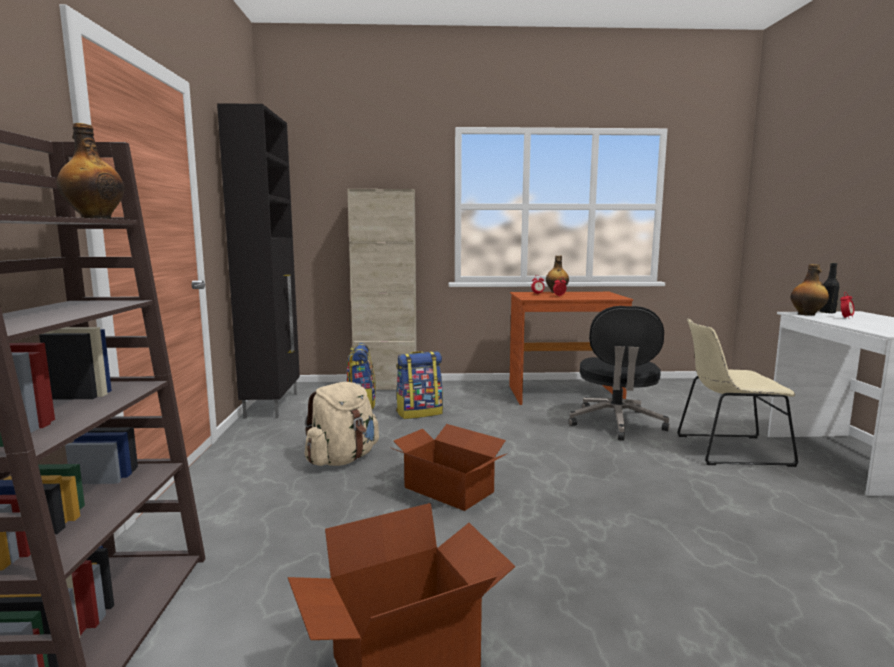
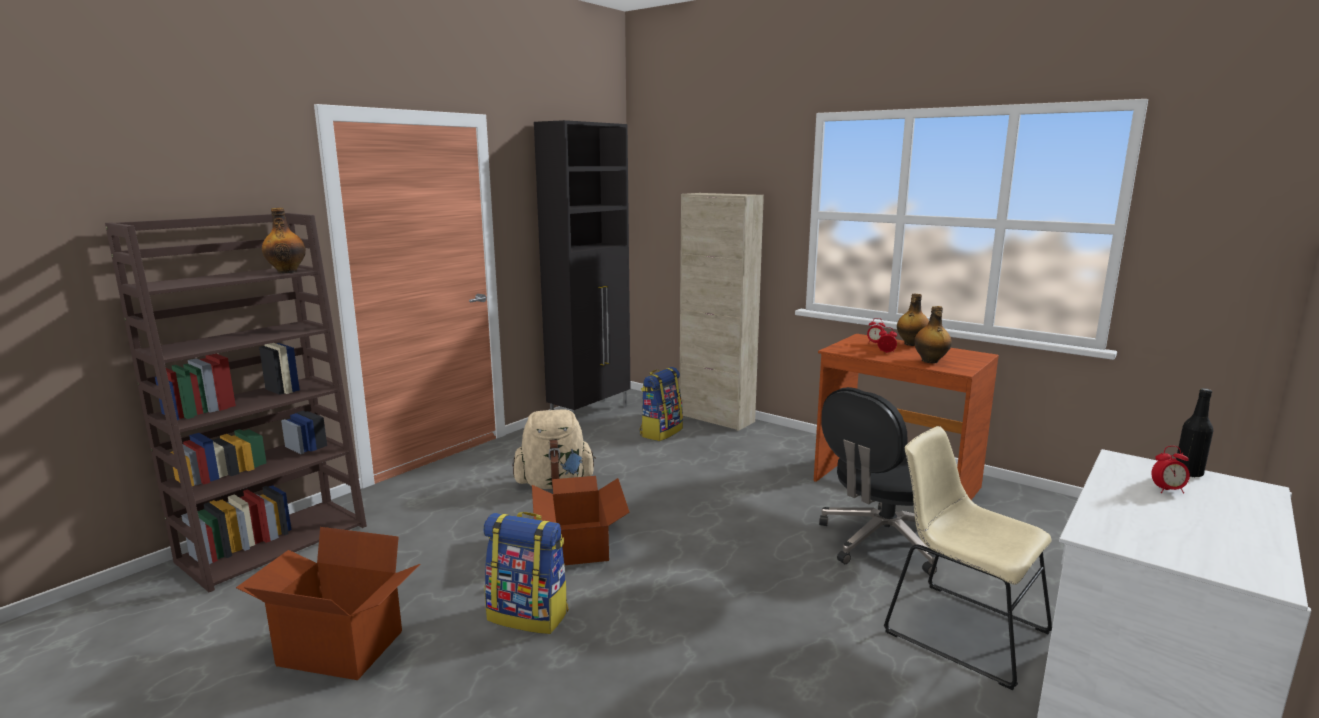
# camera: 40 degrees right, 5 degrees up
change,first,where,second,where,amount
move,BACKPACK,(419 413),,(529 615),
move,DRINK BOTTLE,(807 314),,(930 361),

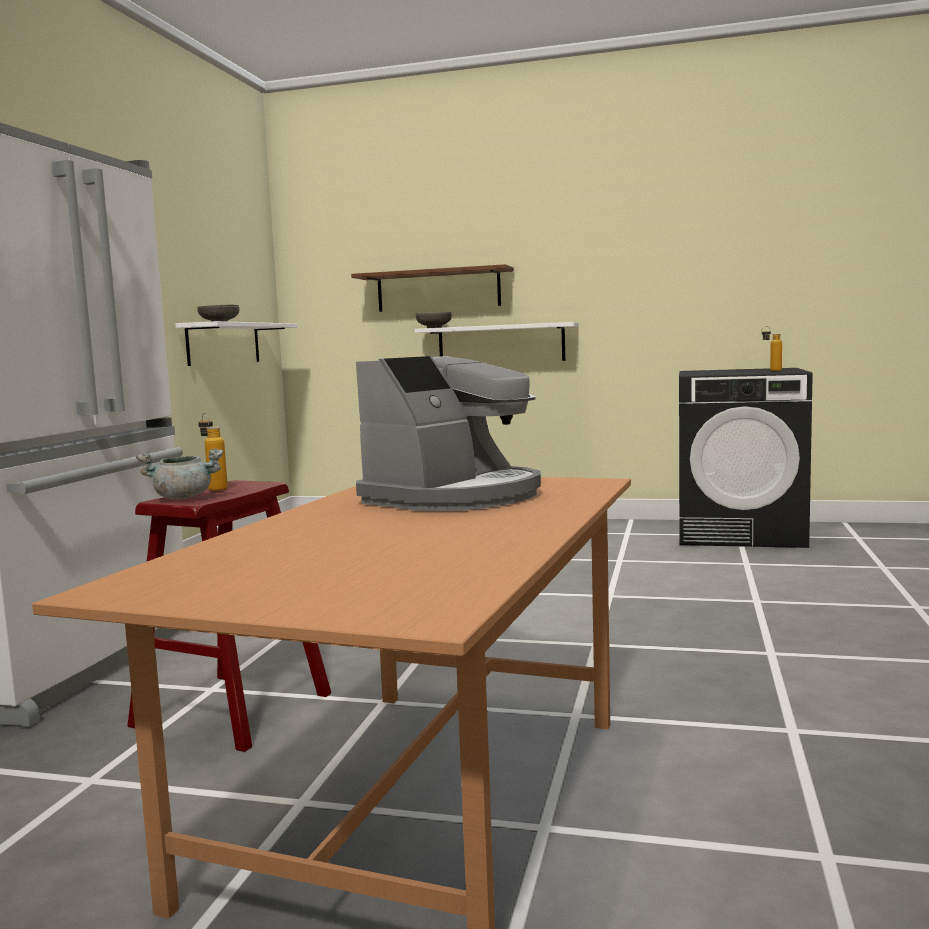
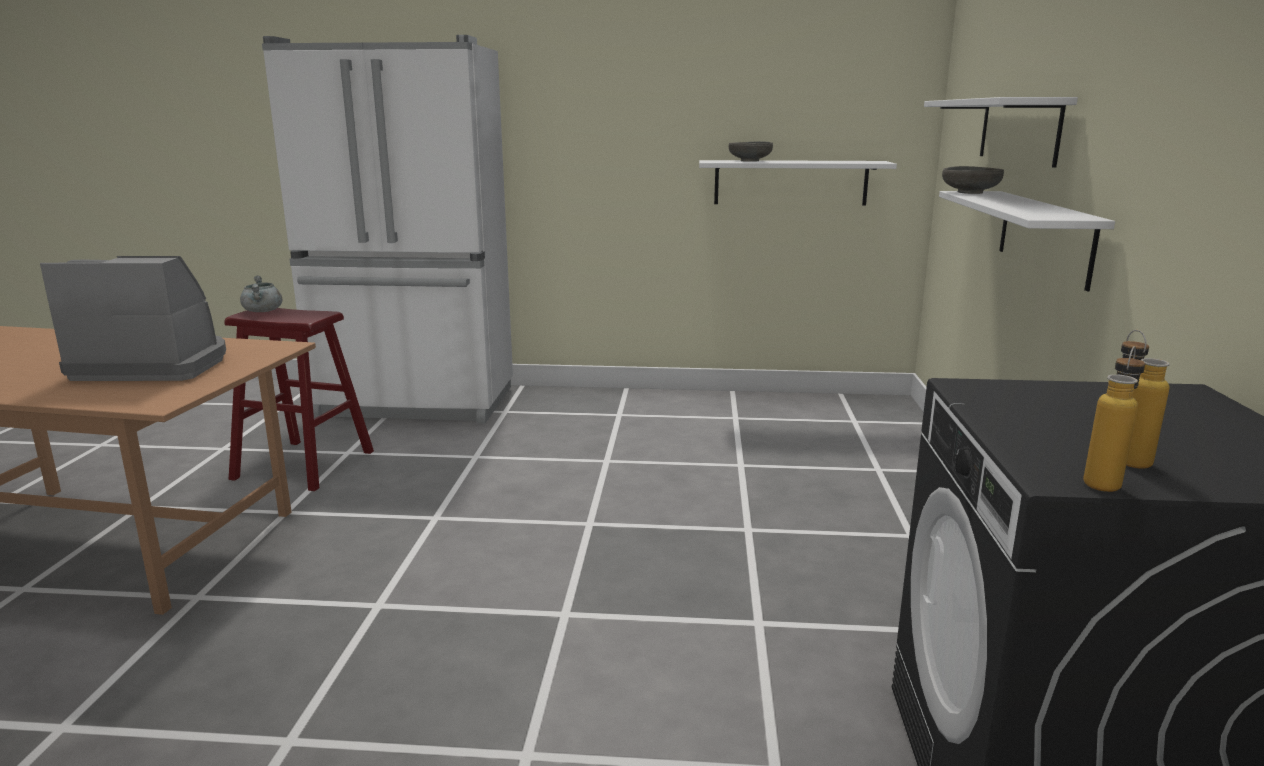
# camera: 80 degrees right, 10 degrees up
change,first,where,second,where,amount
rotate,COFFEE MAKER,(455 496),,(153 365),150 degrees clockwise
recolor,BROWN BRACKET SHELF,(438 290),WHITE BRACKET SHELF,(1018 130),
move,DRINK BOTTLE,(214 488),,(1104 481),

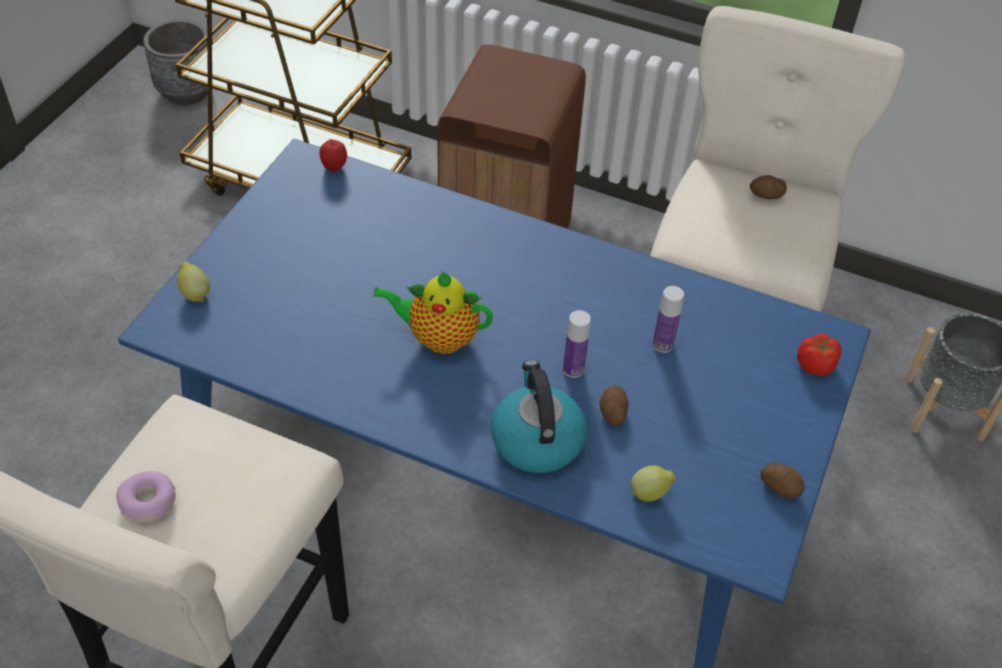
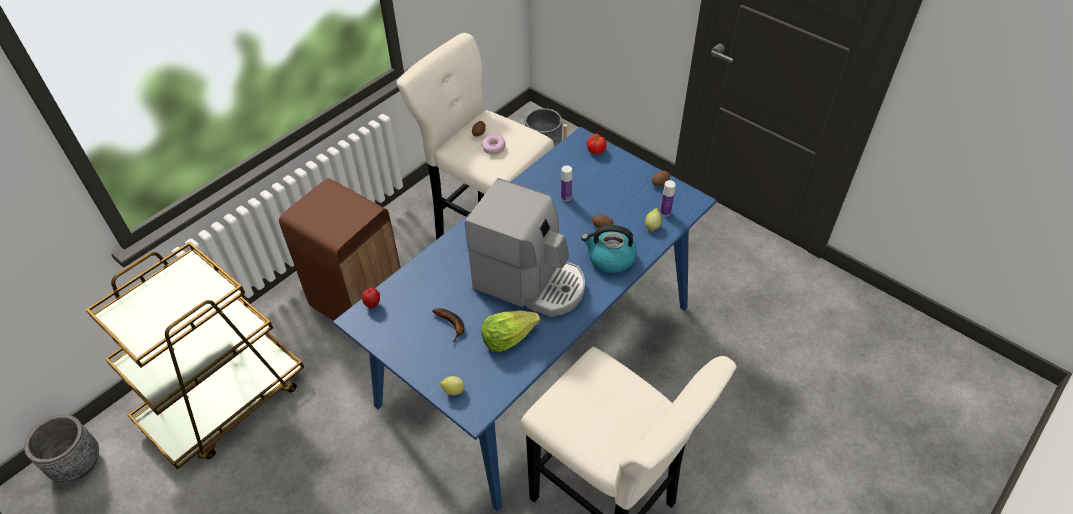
# camera: 70 degrees left, 0 degrees up
change,first,where,second,where,amount
insert,,,BANANA FRUIT,(452 325),
replace,TEAPOT,(438 337),COFFEE MAKER,(530 282),
move,DONUT,(148 502),,(494 148),
insert,,,LETTUCE,(508 337),
move,DRINK BOTTLE,(573 369),,(665 212),

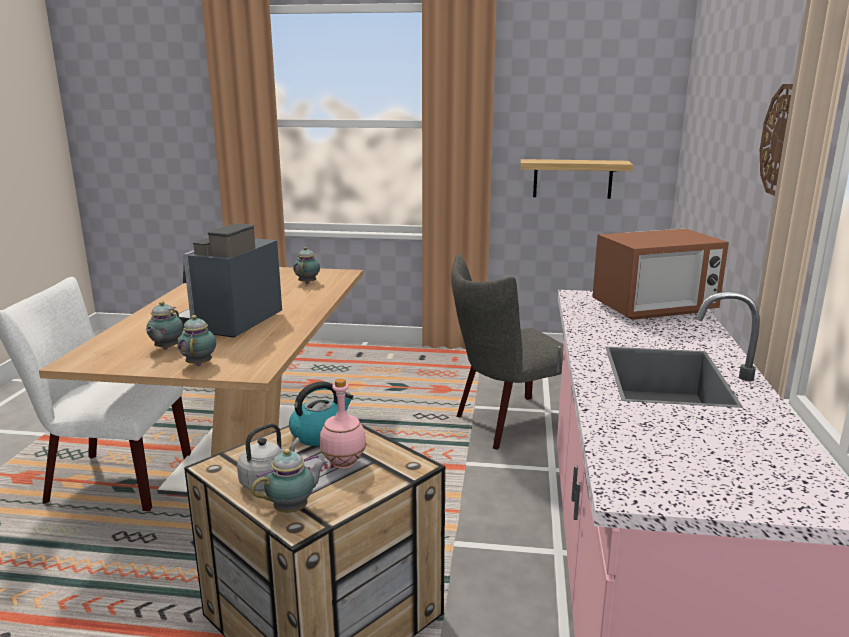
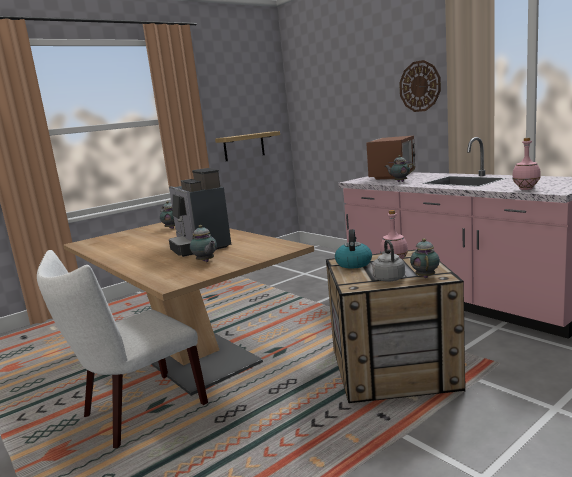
# camera: 45 degrees left, 5 degrees down
change,first,where,second,where,amount
move,TEAPOT,(200 363),,(399 182),
insert,,,PINKISH DRINK BOTTLE,(525 189),
delete,GREYISH CHAIR,(507 424),,,

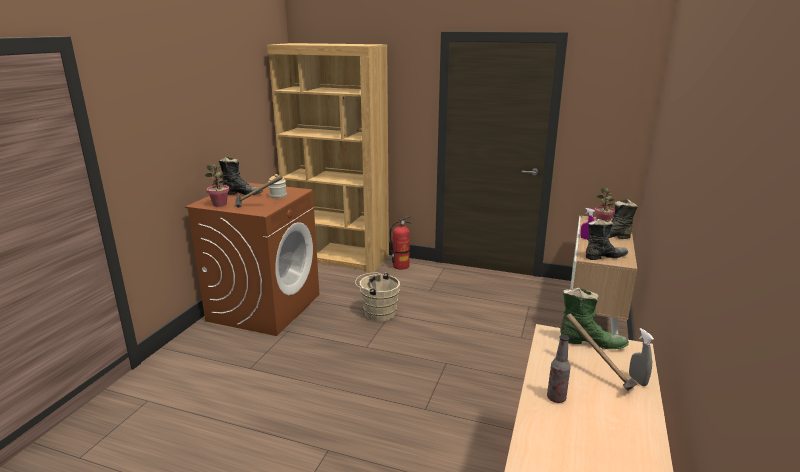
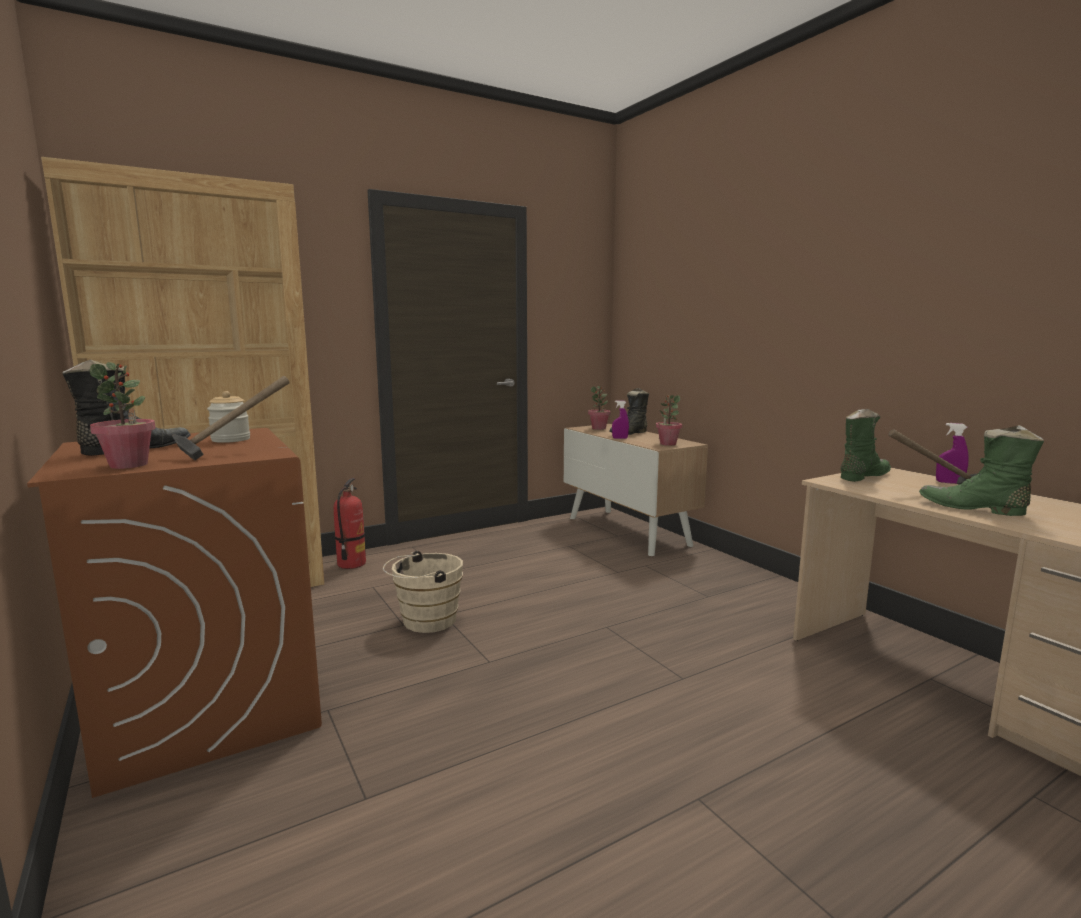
# camera: 50 degrees left, 10 degrees down
change,first,where,second,where,amount
replace,BLACKISH BOOT,(604 257),PLANT IN A POT,(668 444),
replace,DRINK BOTTLE,(556 398),GREEN BOOT,(973 509),
recolor,GREYISH HAND SPRAYER,(637 380),PURPLISH HAND SPRAYER,(949 482),

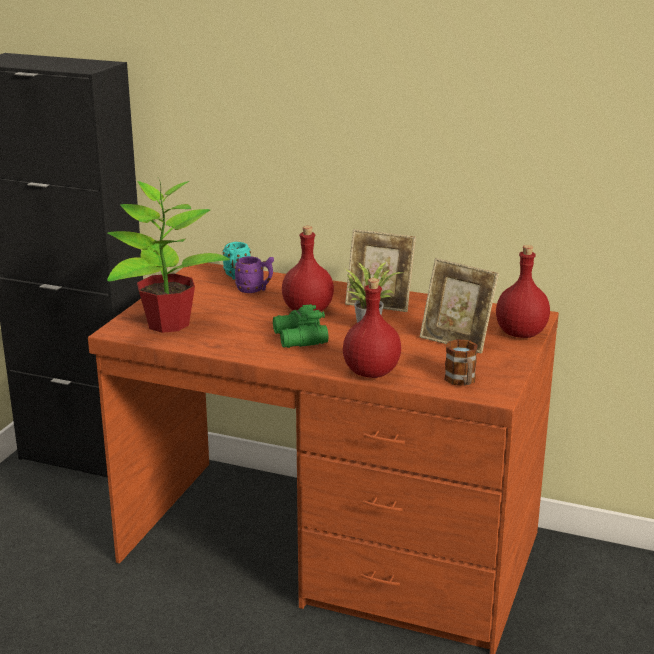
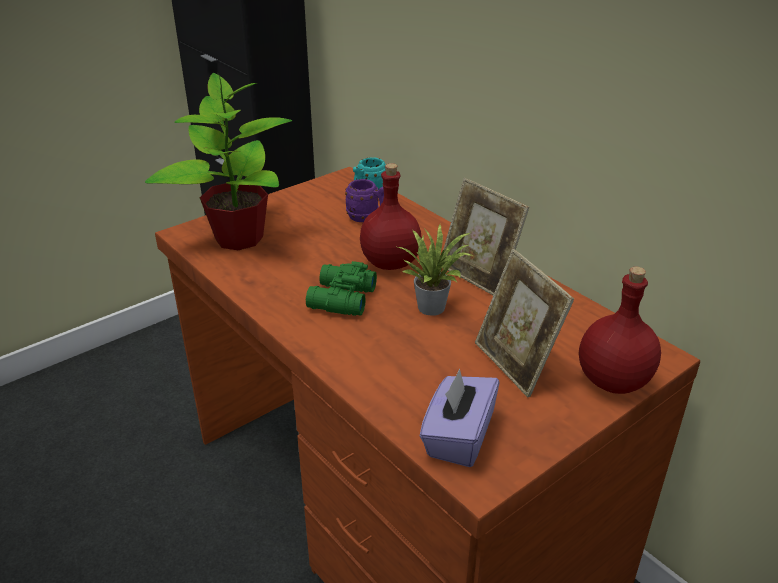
# camera: 30 degrees right, 10 degrees up
change,first,where,second,where,amount
replace,COFFEE MUG,(462 381),PURPLISH BOX OF TISSUES,(458 437),
delete,RED DRINK BOTTLE,(372 372),,,

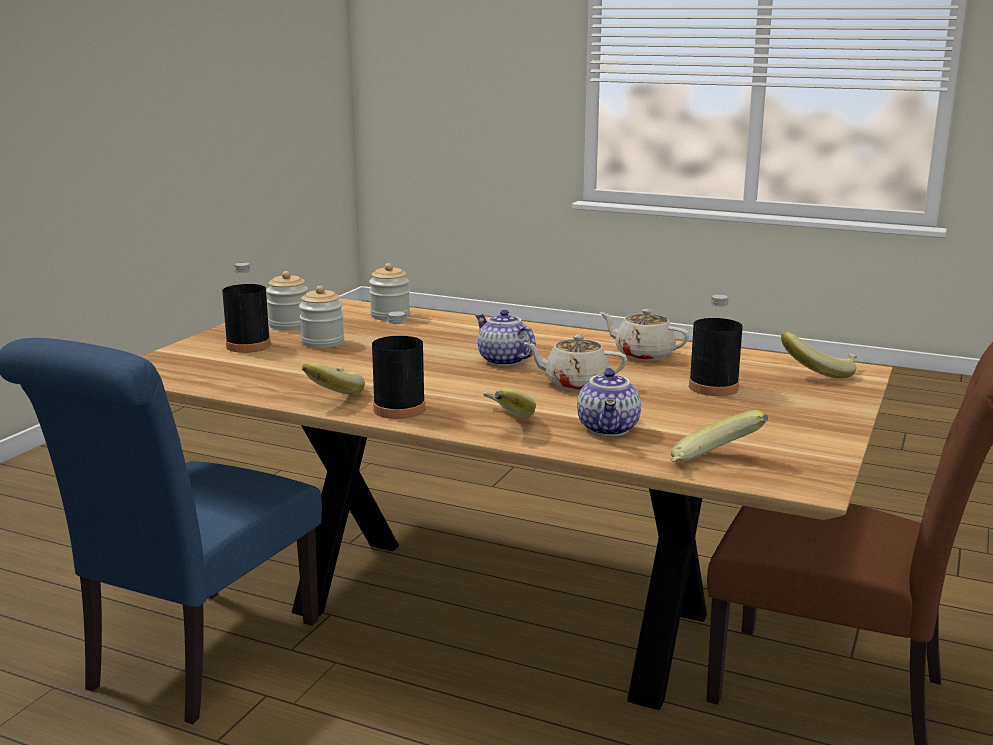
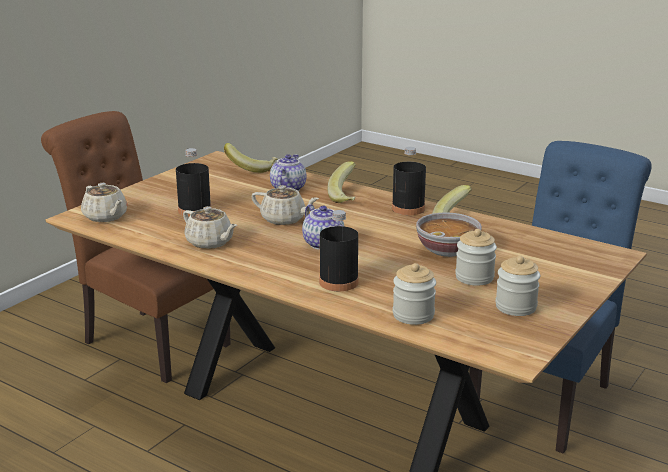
# camera: 170 degrees left, 5 degrees up
change,first,where,second,where,amount
replace,BANANA FRUIT,(819 372),BEIGE-COLOURED TEAPOT,(106 217),
move,BLACKISH DRINK BOTTLE,(248 346),,(338 282),
insert,,,SERVING BOWL,(447 250),

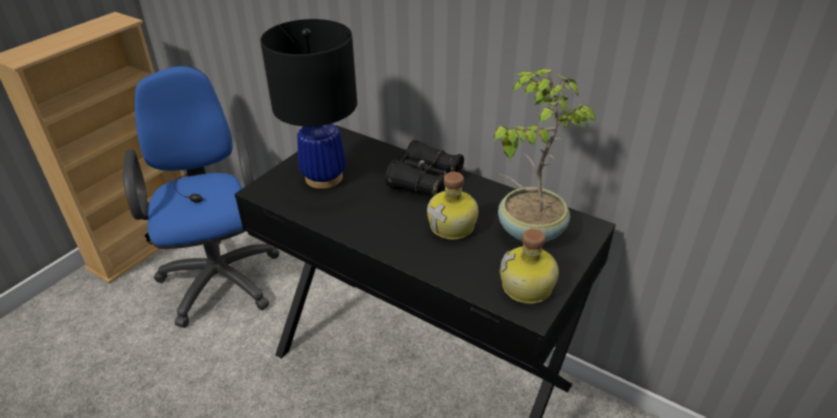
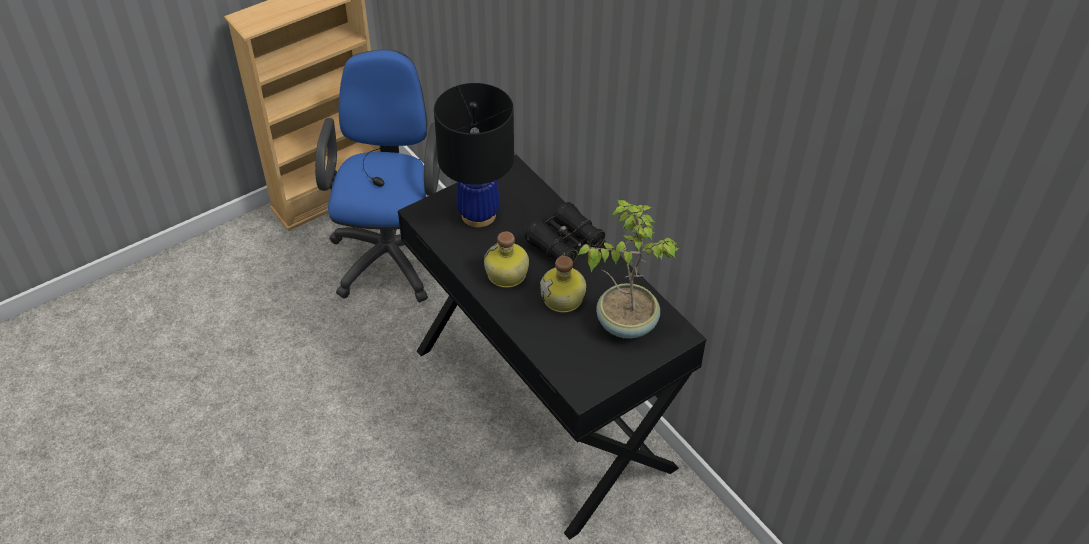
# camera: 20 degrees right, 10 degrees up
change,first,where,second,where,amount
move,DRINK BOTTLE,(528 288),,(506 275),

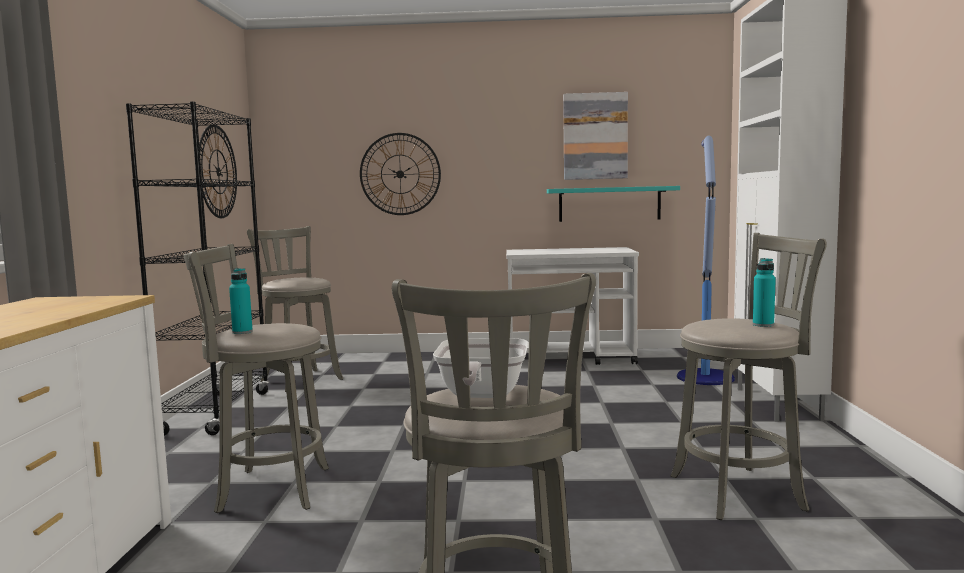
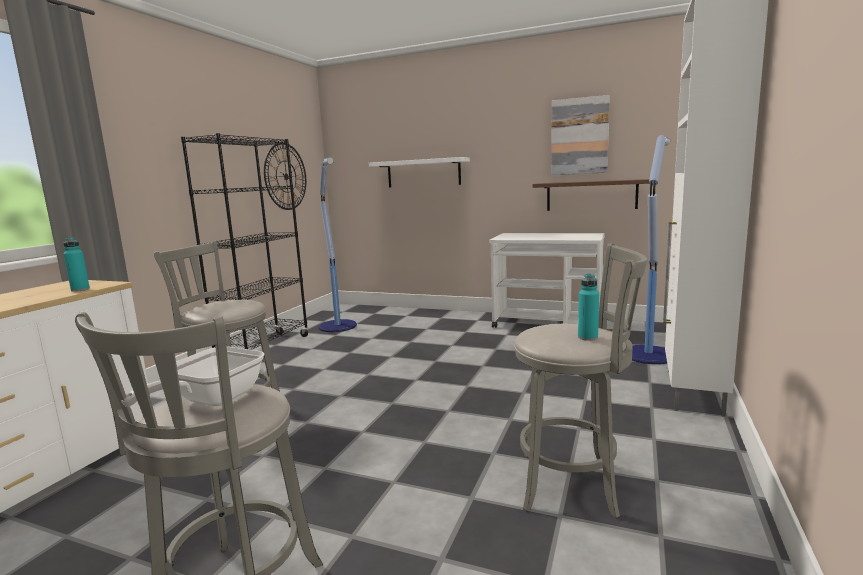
# camera: 20 degrees right, 5 degrees up
change,first,where,second,where,amount
move,TURQUOISE-COLOURED DRINK BOTTLE,(242 332),,(80 290),
replace,GREYISH STOOL SEAT,(300 379),STANDARD LAMP,(338 326),
replace,HANGING CLOCK,(400 174),WHITE BRACKET SHELF,(423 173),
recolor,TURQUOISE-COLOURED BRACKET SHELF,(609 204),BROWN BRACKET SHELF,(591 195),

